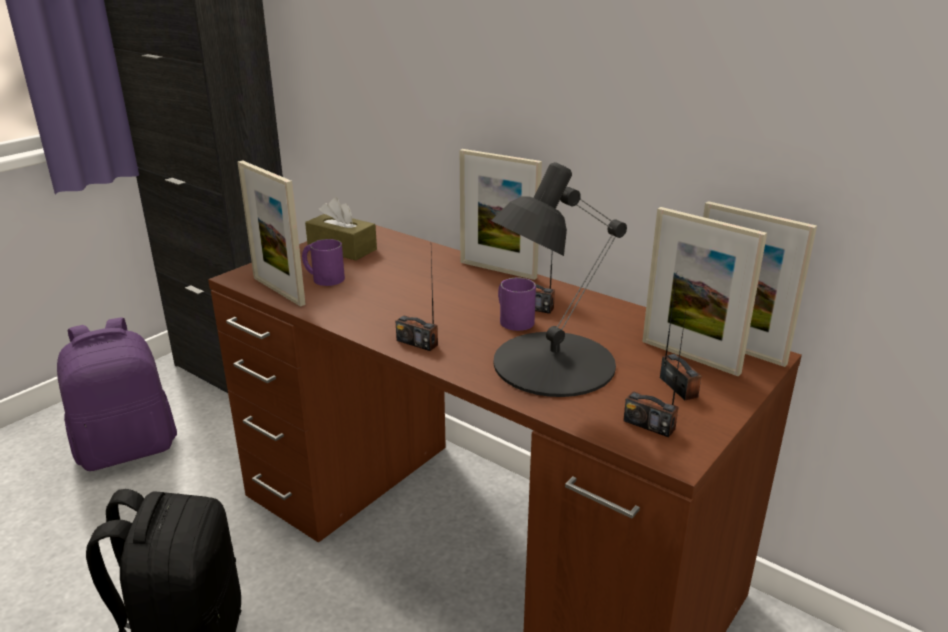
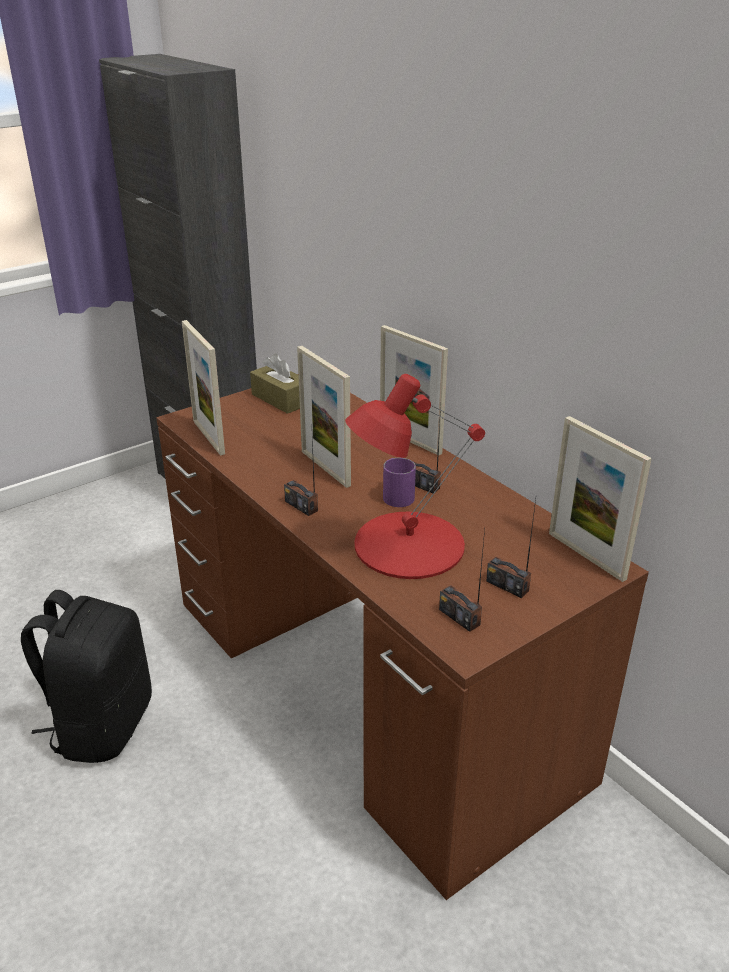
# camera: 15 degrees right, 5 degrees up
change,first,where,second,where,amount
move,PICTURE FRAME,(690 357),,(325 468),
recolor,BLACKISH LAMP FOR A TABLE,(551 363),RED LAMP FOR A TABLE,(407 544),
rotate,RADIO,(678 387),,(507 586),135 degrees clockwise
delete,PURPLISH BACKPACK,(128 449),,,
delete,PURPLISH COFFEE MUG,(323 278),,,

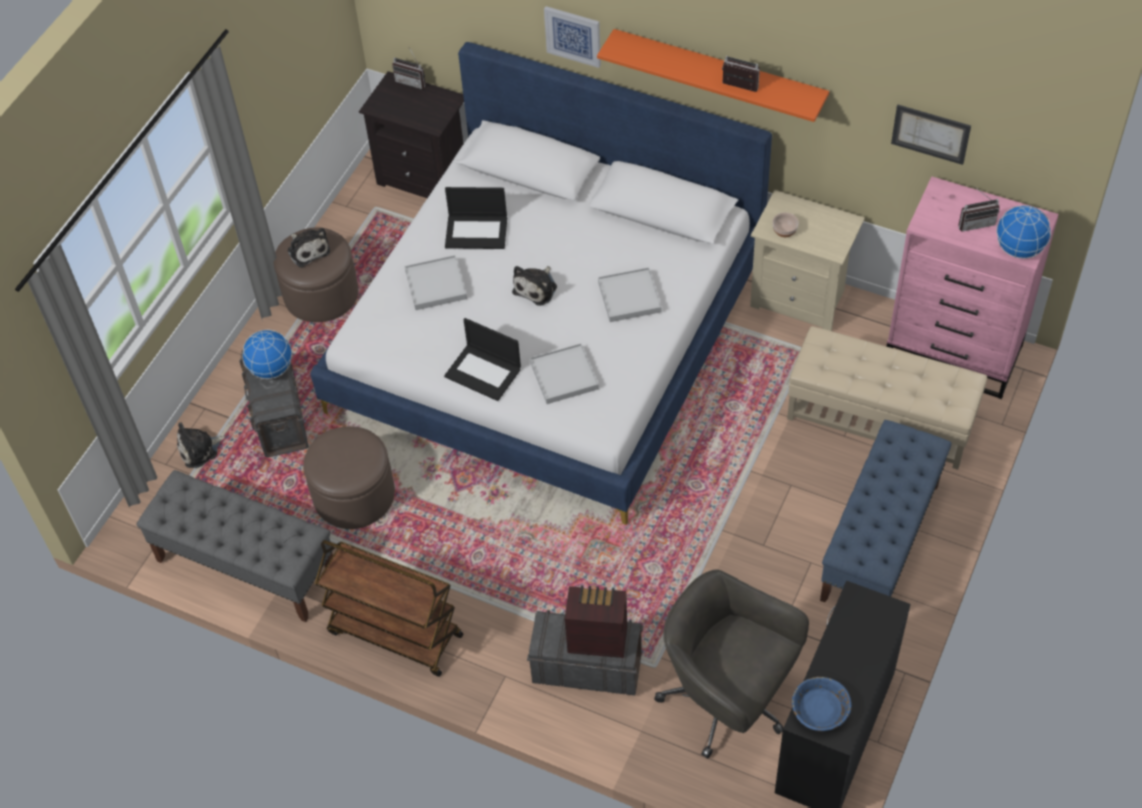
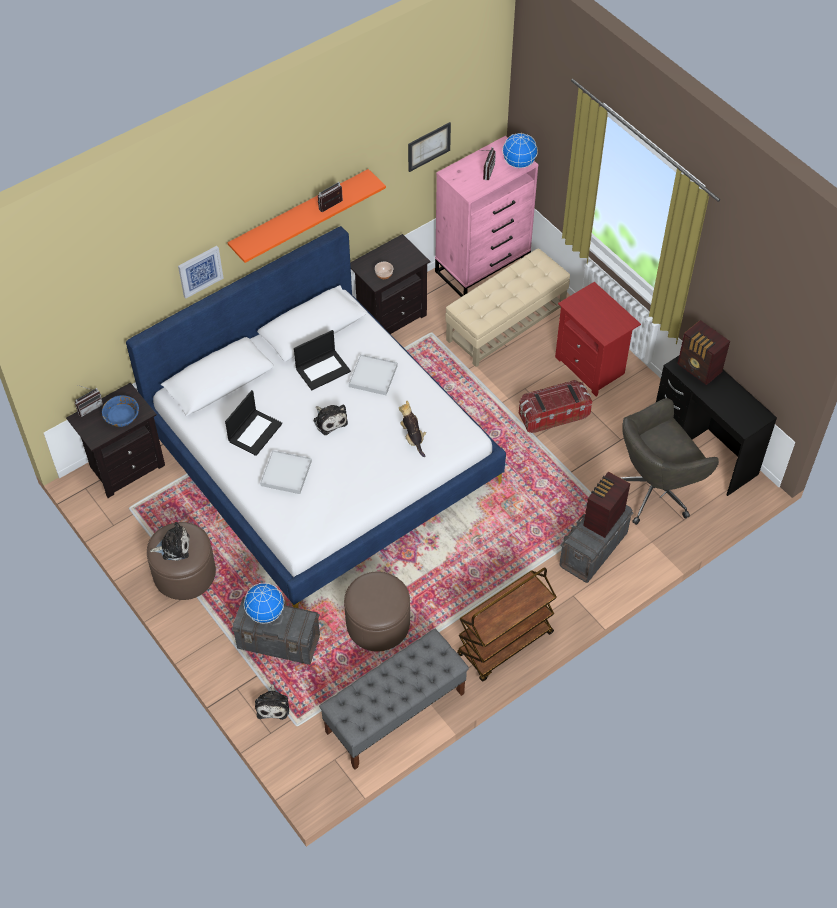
# camera: 65 degrees left, 0 degrees up
change,first,where,second,where,amount
move,BLUISH SERVING BOWL,(820 709),,(121 416),
move,LAPTOP,(484 372),,(323 369),
recolor,BEIGE-COLOURED NIGHT TABLE,(801 299),BLACKISH NIGHT TABLE,(390 316),
replace,WHITE SERVING TRAY,(564 376),SOFT TOY,(413 438),
insert,,,STORAGE BOX,(553 415),
replace,BLUISH LONG SEAT,(880 542),RED NIGHT TABLE,(592 367),
insert,,,RADIO,(699 369),

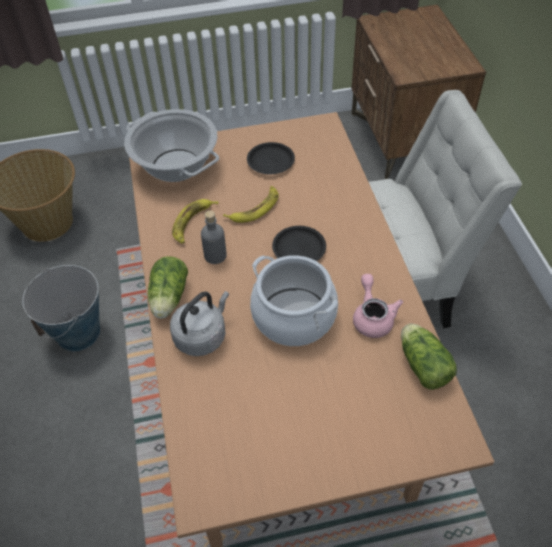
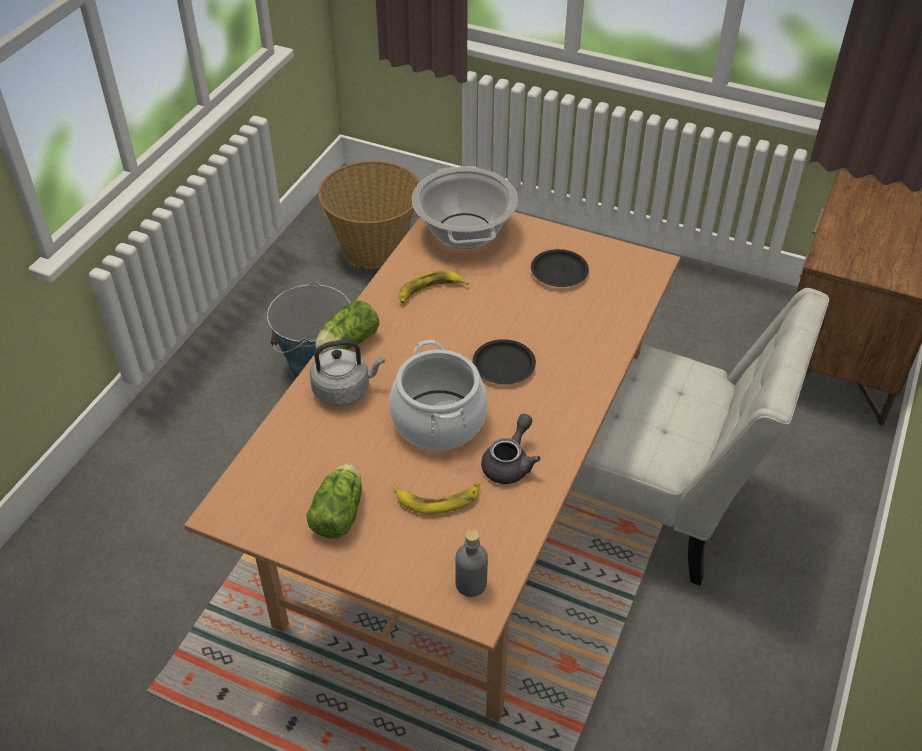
# camera: 35 degrees right, 5 degrees down
change,first,where,second,where,amount
move,LETTUCE,(422 363),,(340 511),
move,BANANA FRUIT,(255 208),,(438 499),
move,GREYISH DRINK BOTTLE,(215 255),,(471 583),
recolor,PINKISH TEAPOT,(372 317),GREYISH TEAPOT,(510 463),

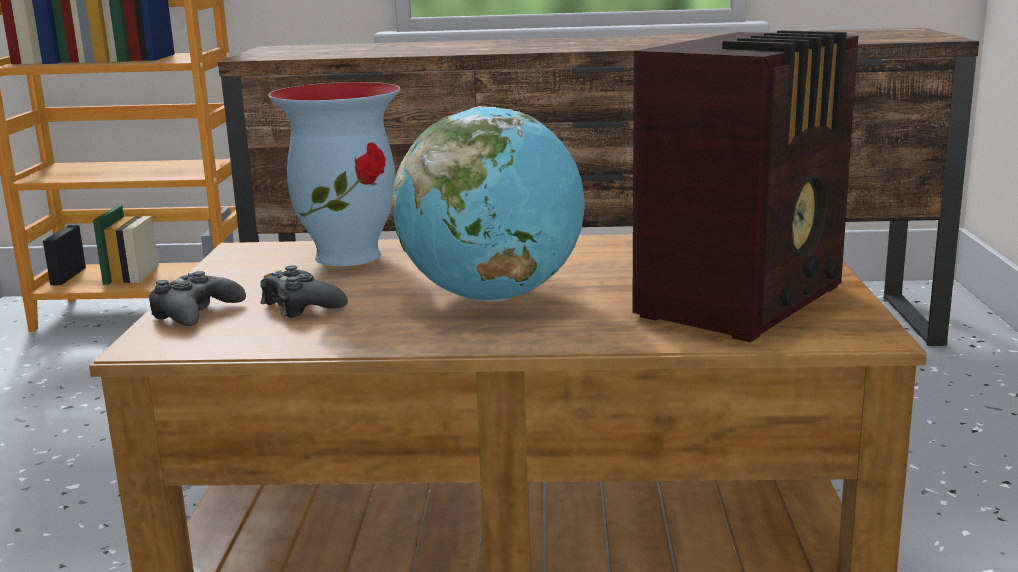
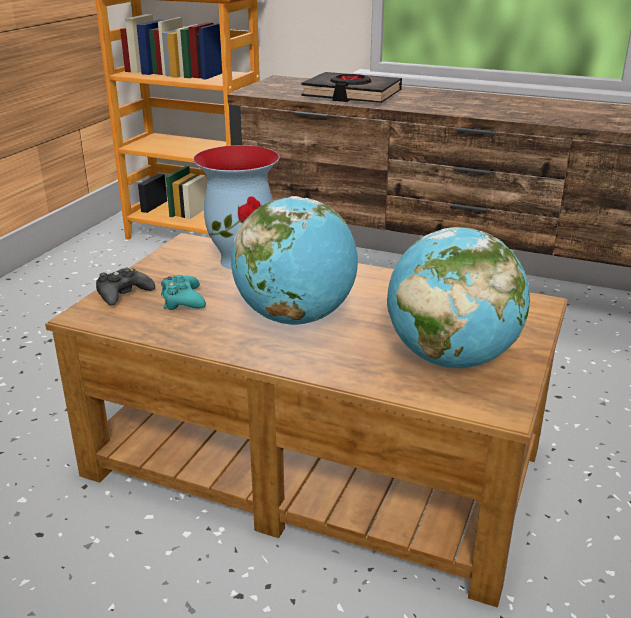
# camera: 20 degrees right, 10 degrees up
change,first,where,second,where,amount
recolor,BLACKISH JOYPAD,(301 306),TURQUOISE-COLOURED JOYPAD,(182 300),
insert,,,BLACKISH BOUND BOOK,(351 95),
replace,RADIO,(746 300),WORLD GLOBE,(451 358),

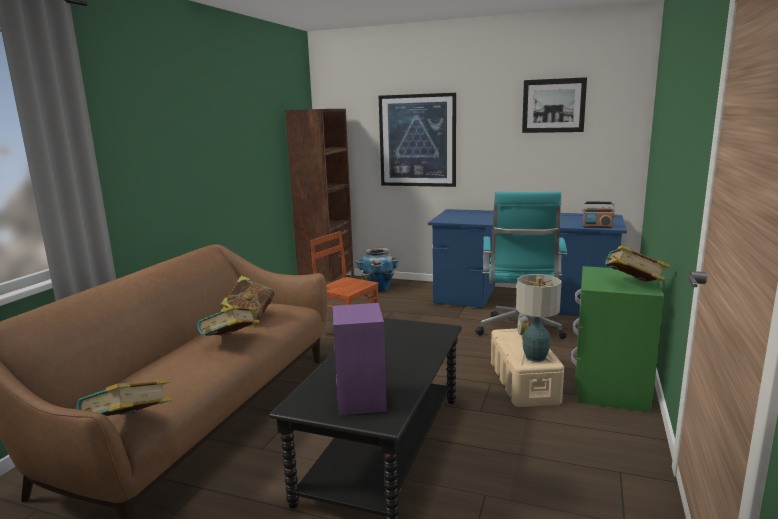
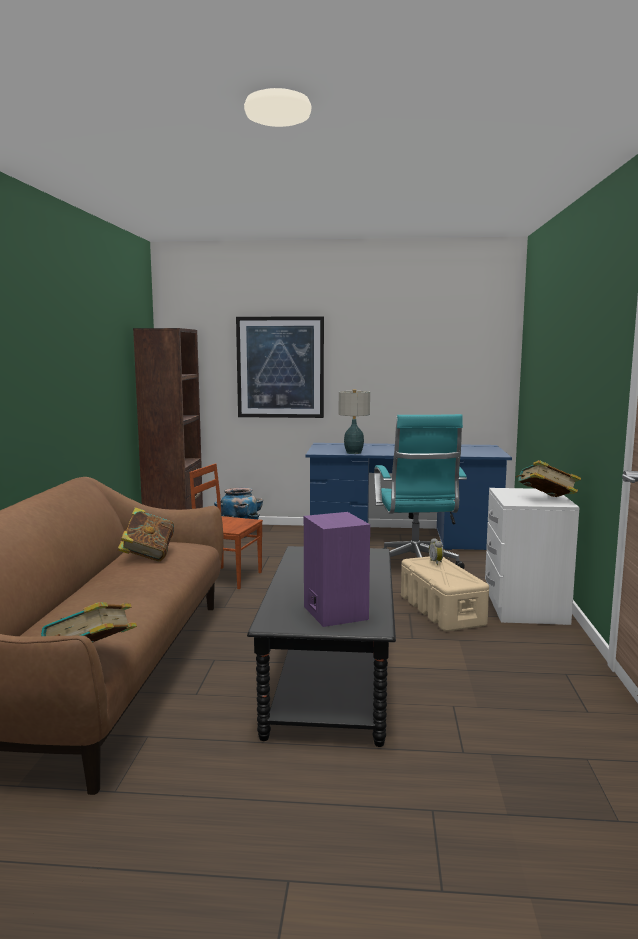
# camera: 15 degrees left, 5 degrees down
change,first,where,second,where,amount
move,LAMP FOR A TABLE,(535 357),,(353 452),
recolor,GREEN NIGHT TABLE,(609 387),WHITE NIGHT TABLE,(524 607),
delete,BOUND BOOK,(231 341),,,
delete,PICTURE,(553 105),,,
delete,RADIO,(597 227),,,

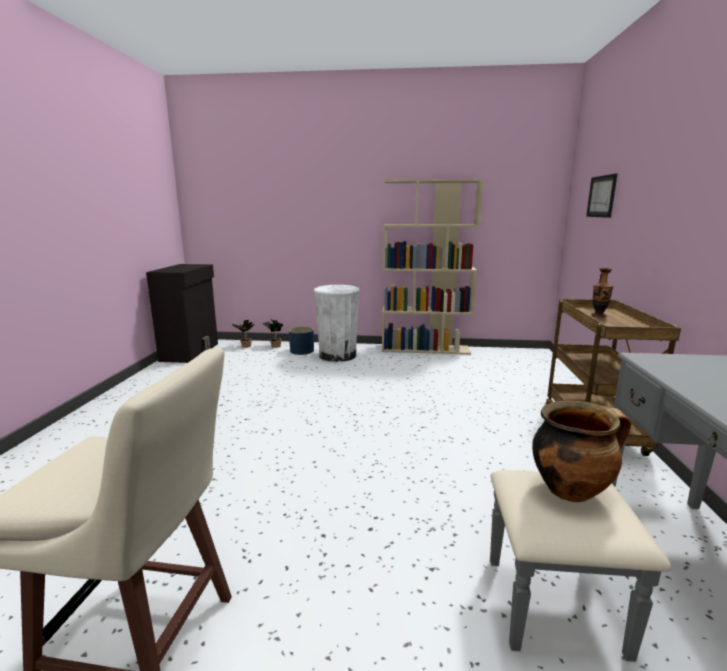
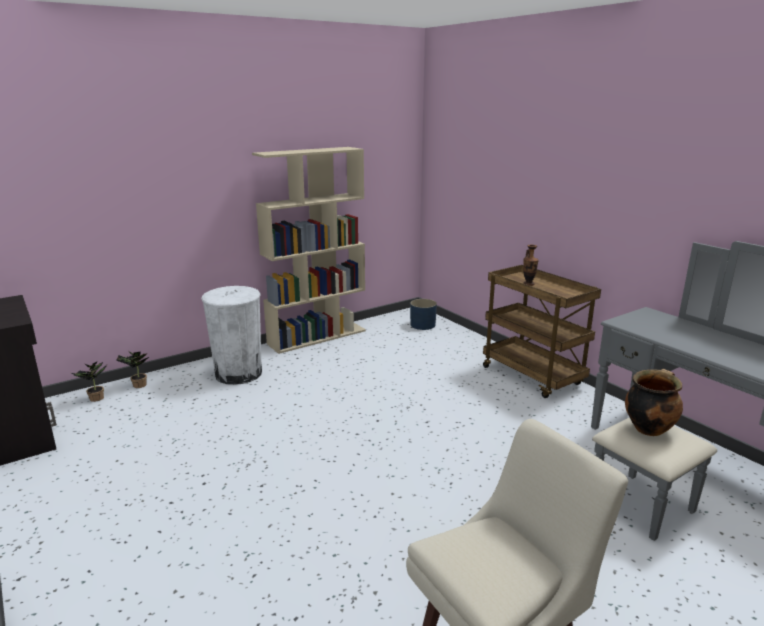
# camera: 40 degrees left, 5 degrees up
change,first,where,second,where,amount
move,BLUISH FLOWER POT,(301 351),,(422 325),
delete,PICTURE,(601 196),,,

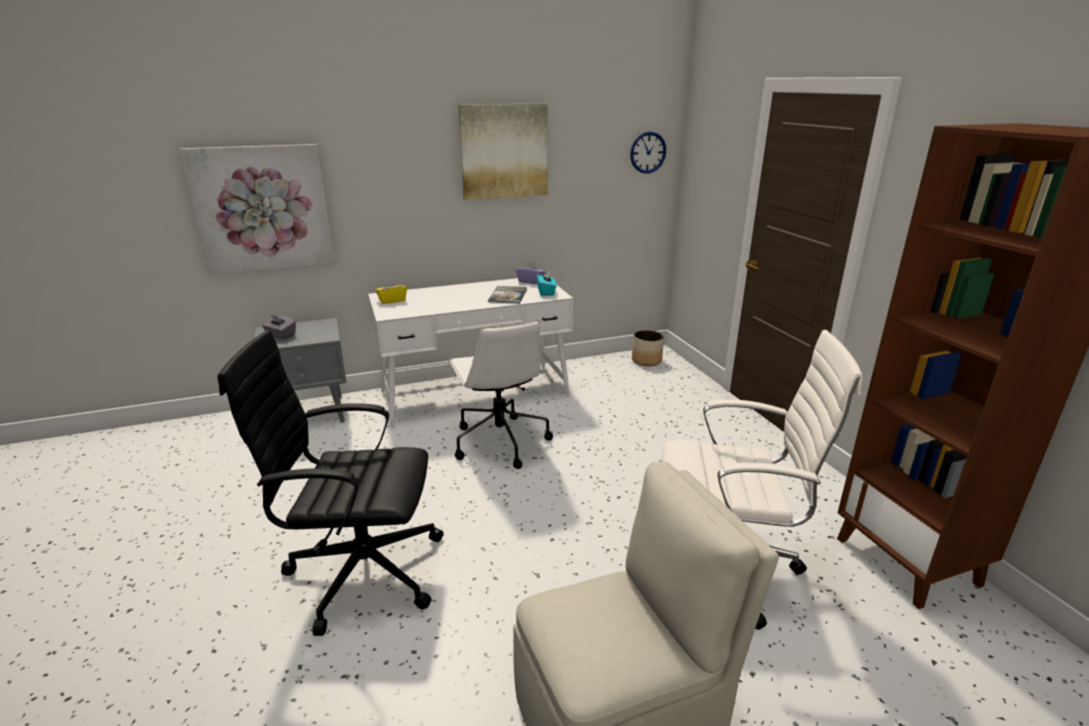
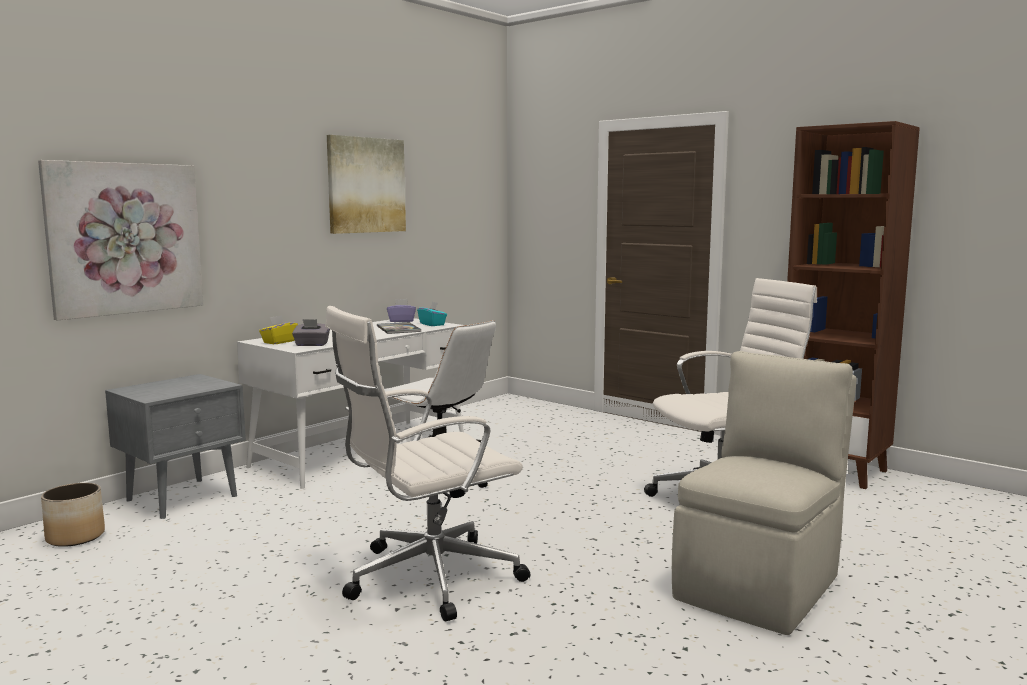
# camera: 30 degrees left, 15 degrees down
change,first,where,second,where,amount
move,FLOWER POT,(646 360),,(75 537),
move,GREYISH BOX OF TISSUES,(281 336),,(311 344),
recolor,BLACKISH COMPUTER CHAIR,(361 571),WHITE COMPUTER CHAIR,(427 578),
delete,HANGING CLOCK,(648 152),,,

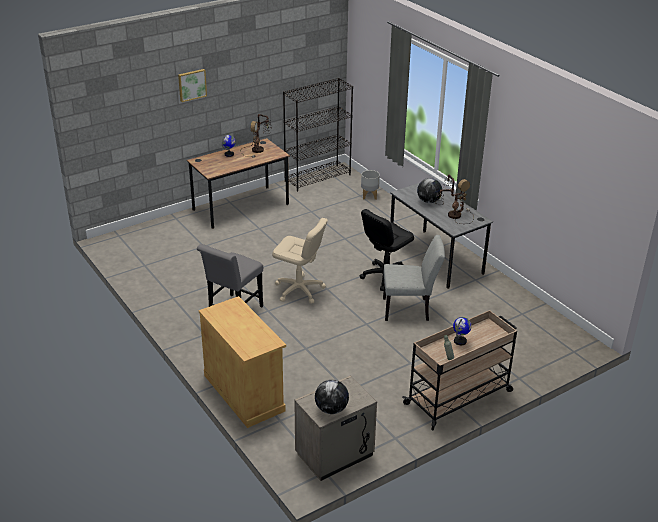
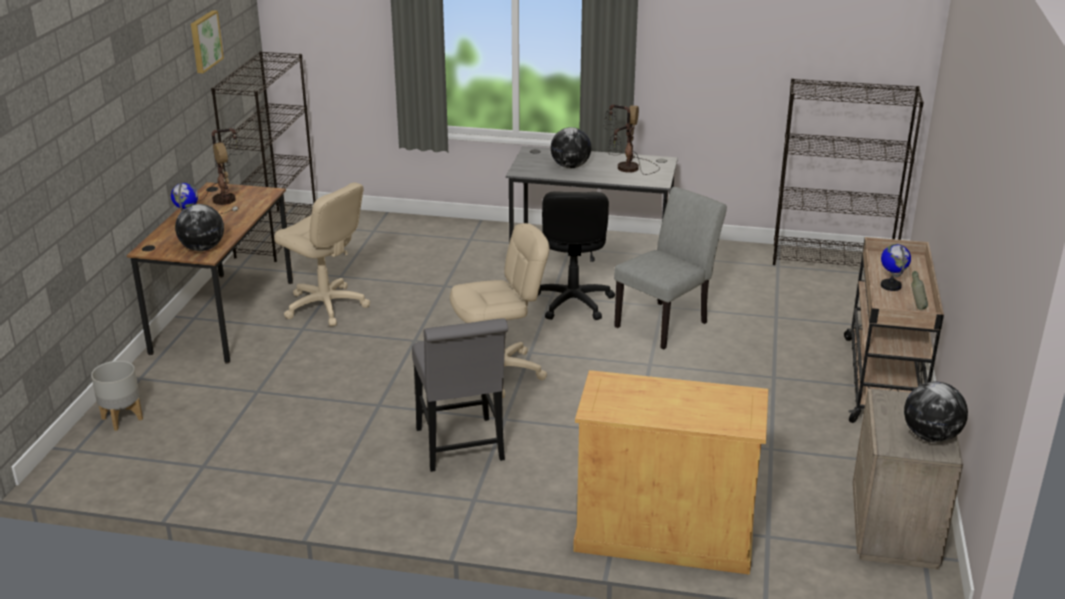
# camera: 45 degrees left, 5 degrees down
change,first,where,second,where,amount
move,GREYISH FLOWER POT,(369 196),,(122 418),
insert,,,WORLD GLOBE,(203 248),
move,PICTURE,(192 84),,(204 41),
insert,,,BEIGE-COLOURED COMPUTER CHAIR,(325 306),
insert,,,BLACKISH BOOKCASE,(833 260),

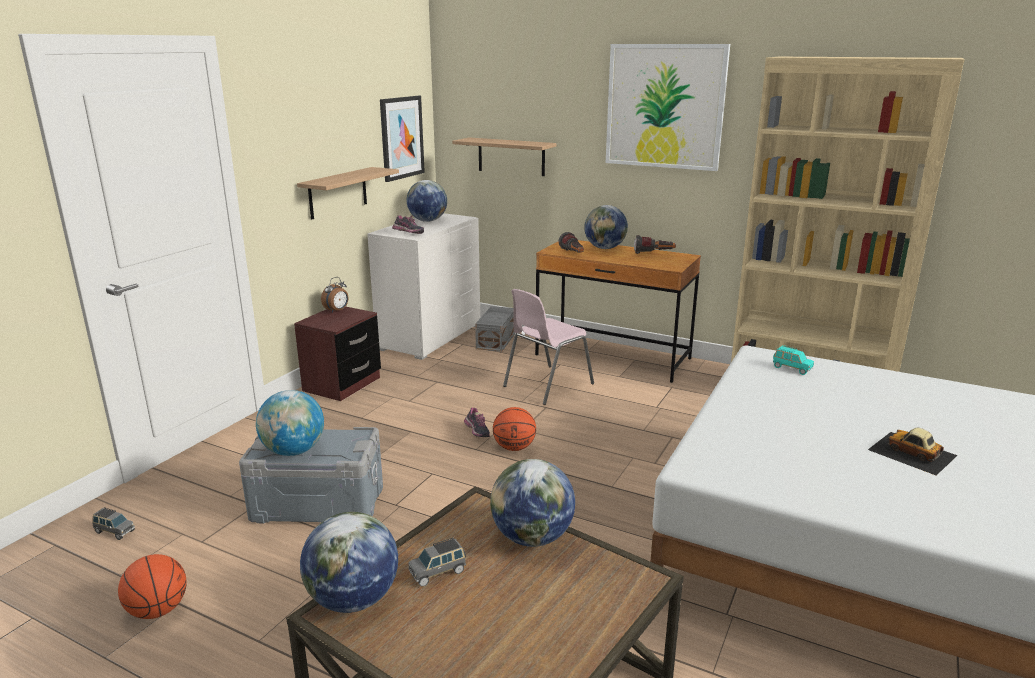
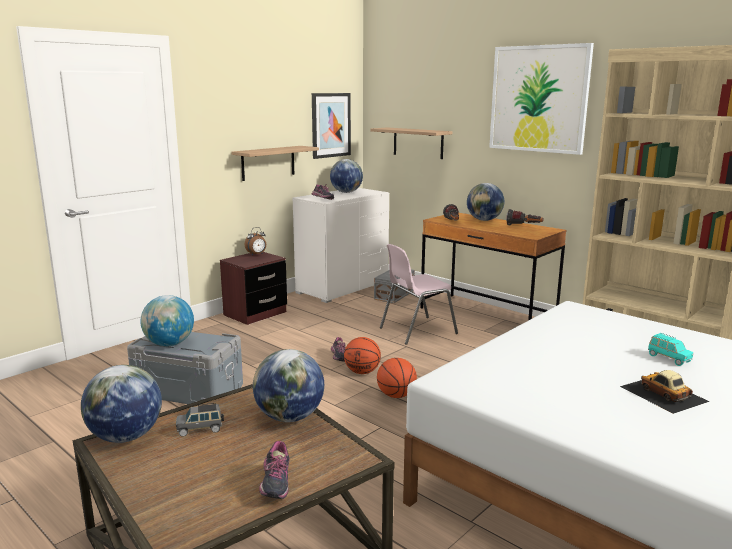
# camera: 15 degrees right, 5 degrees down
change,first,where,second,where,amount
insert,,,LOW SHOE,(274 485),
move,BALL FOR BASKETBALL,(157 610),,(396 395),
move,TURQUOISE-COLOURED TOY CAR,(791 368),,(668 358),
delete,GREYISH TOY CAR,(114 531),,,

